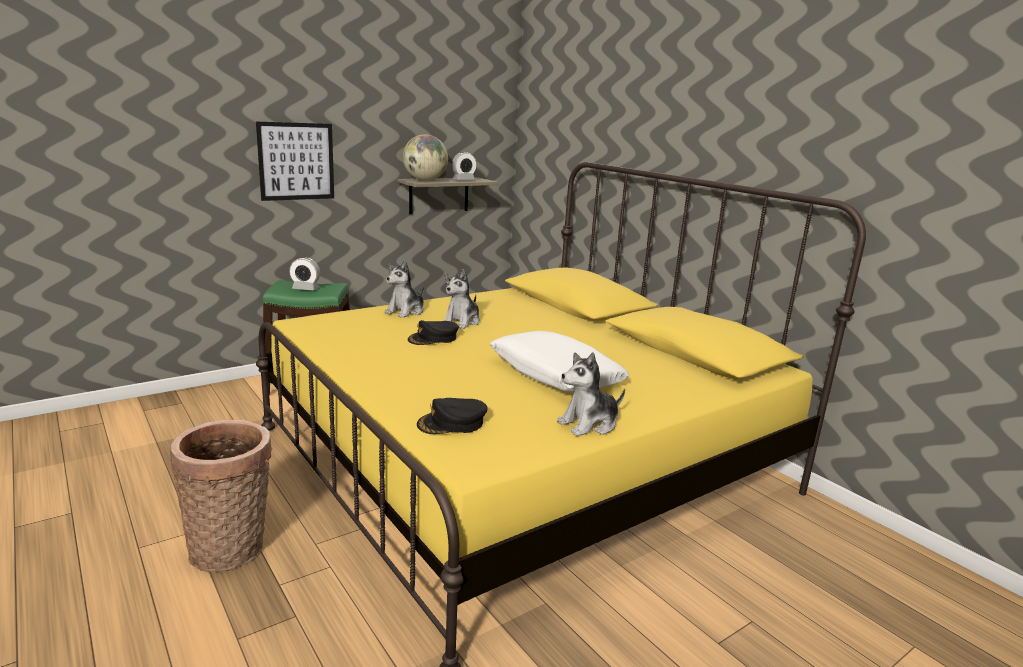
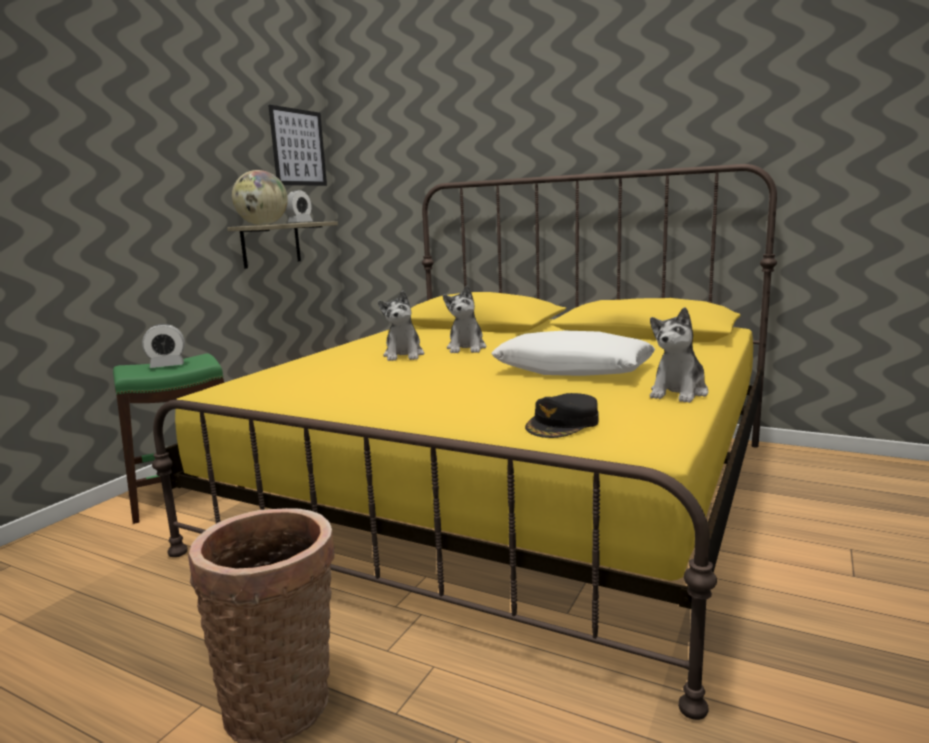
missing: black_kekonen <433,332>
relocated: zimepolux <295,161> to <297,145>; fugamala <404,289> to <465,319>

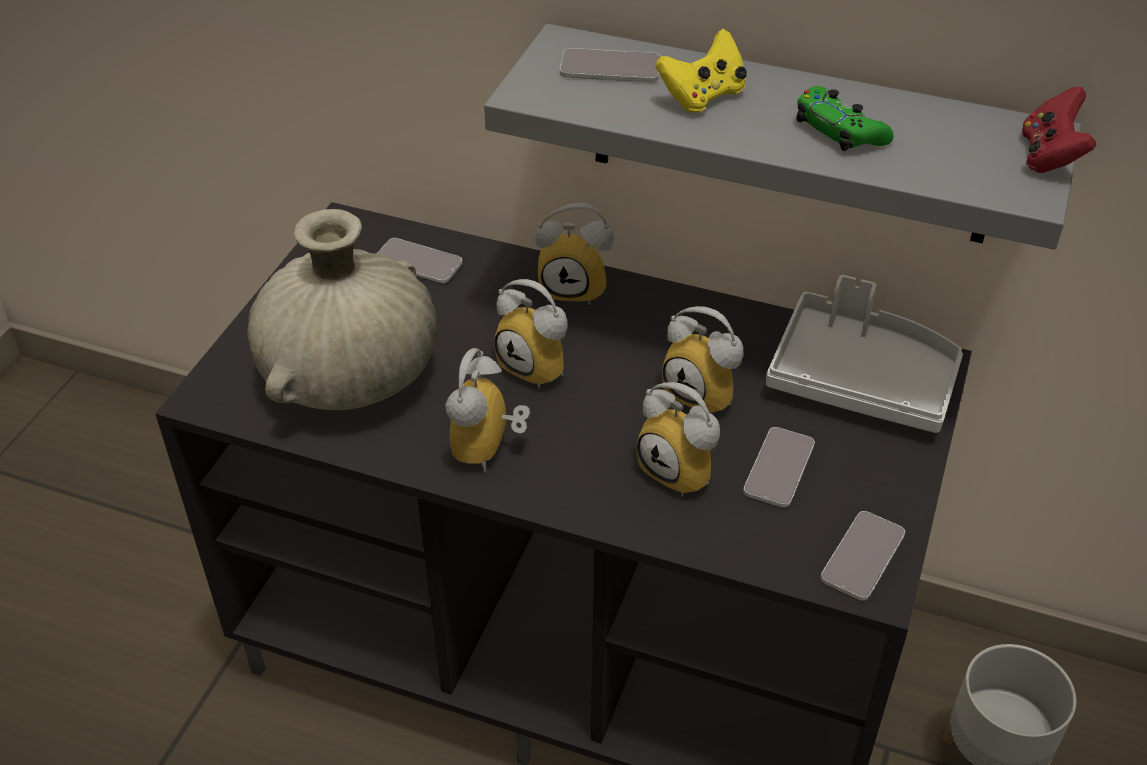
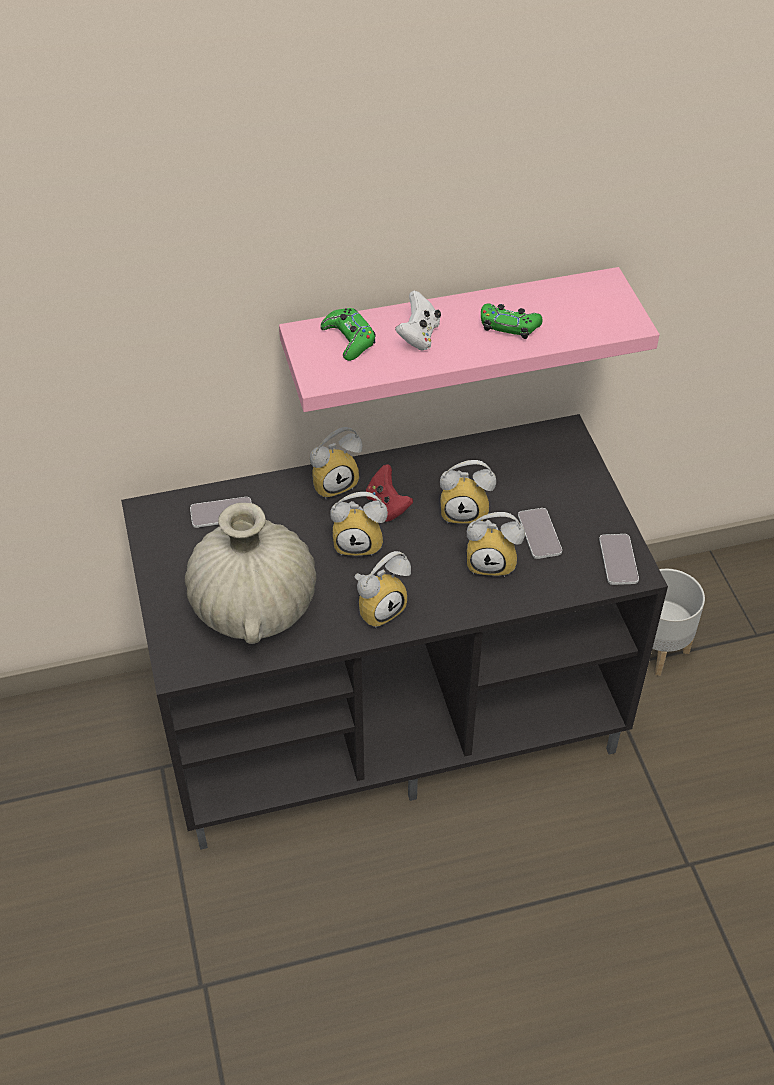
missing: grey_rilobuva <864,354>
relocated: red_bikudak <1059,130> to <389,493>
exchanged: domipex <610,65> to green_bikudak <348,334>
colour: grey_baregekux <782,137> to pink_baregekux <469,339>; yellow_bikudak <701,71> to white_bikudak <418,321>
spun: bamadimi <487,410> = <382,589> 105 degrees counterclockwise

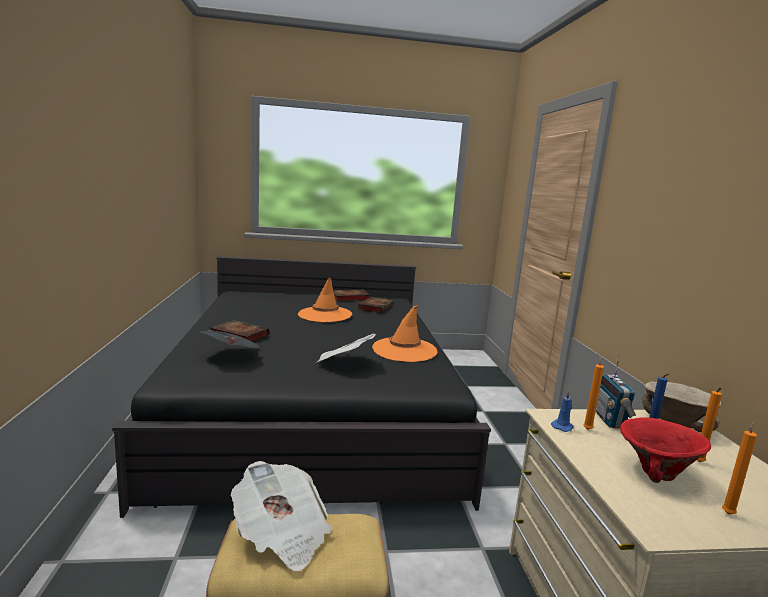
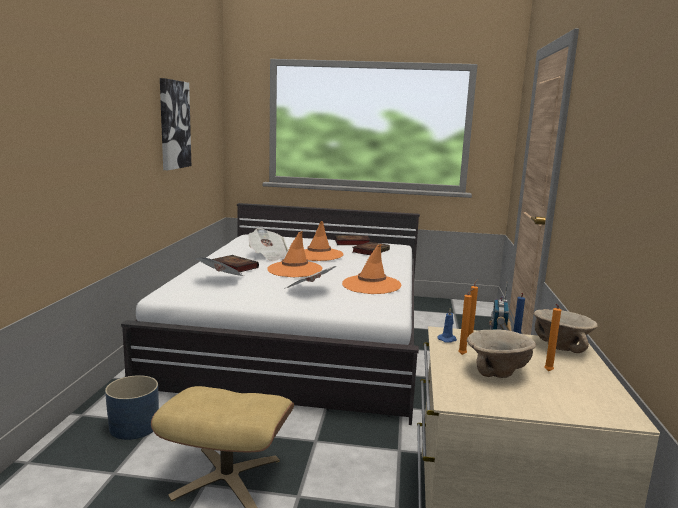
appeared: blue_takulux <132,407>; zimepolux <175,124>; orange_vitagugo <295,254>
relocated: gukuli <281,516> to <268,244>; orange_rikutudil <739,467> to <466,321>
colour: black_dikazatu <301,387> to white_dikazatu <270,314>; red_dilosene <665,450> to beige_dilosene <501,353>

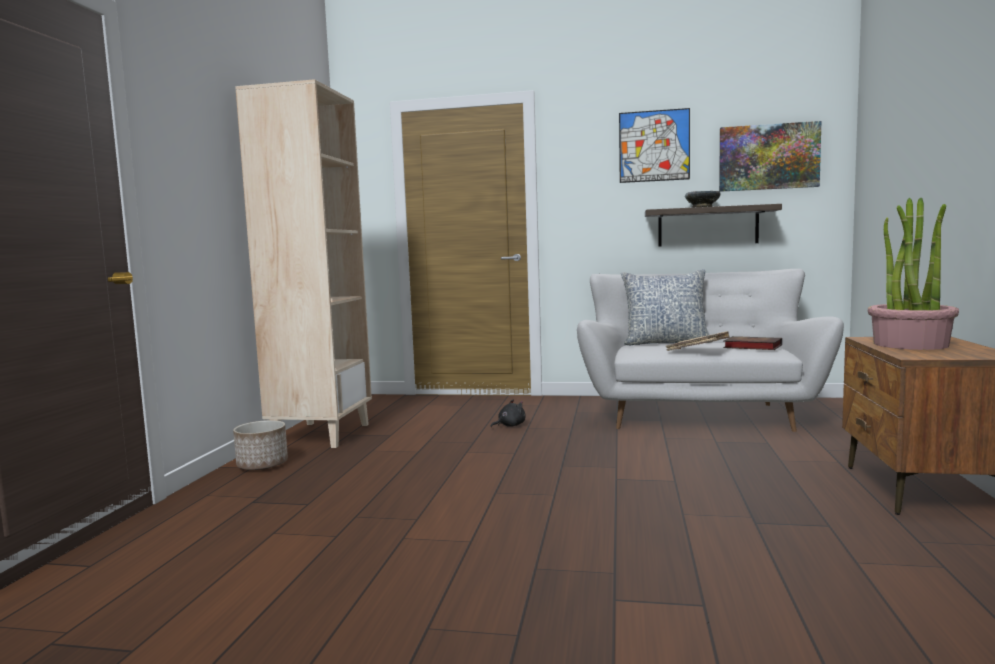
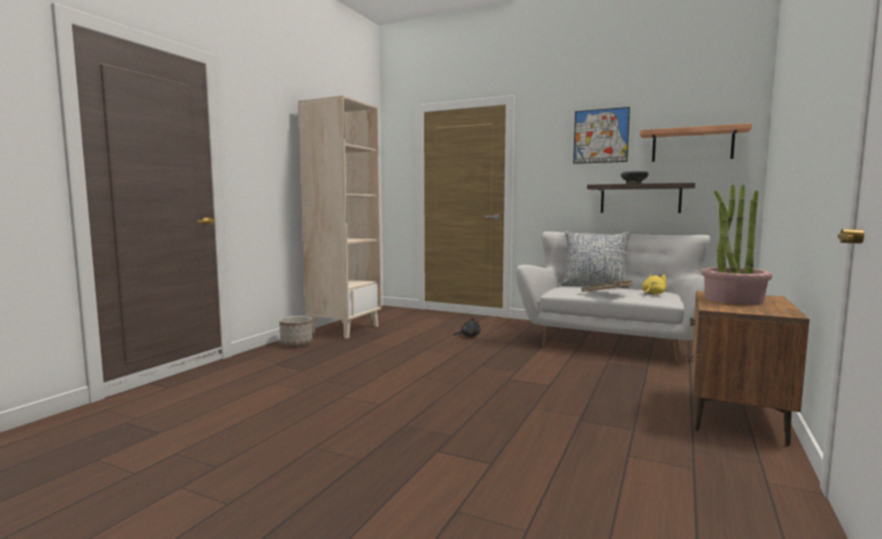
exchanged: zimepolux <770,156> to baregekux <696,142>; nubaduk <752,343> to yellow_fugamala <654,283>

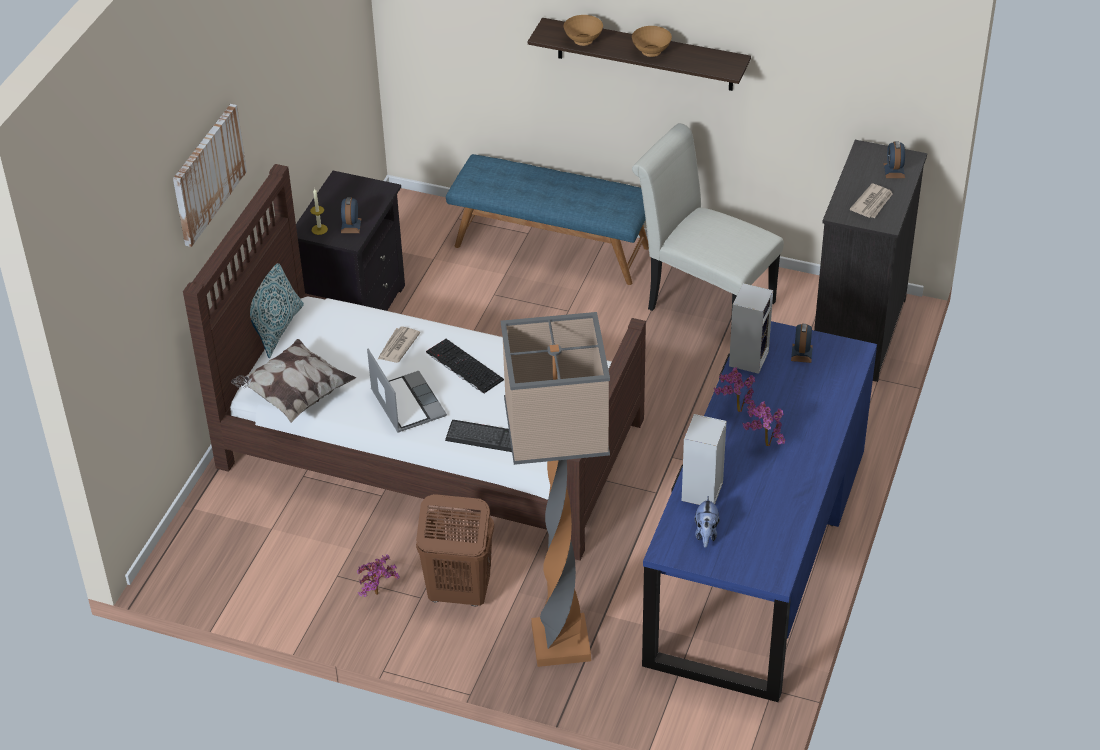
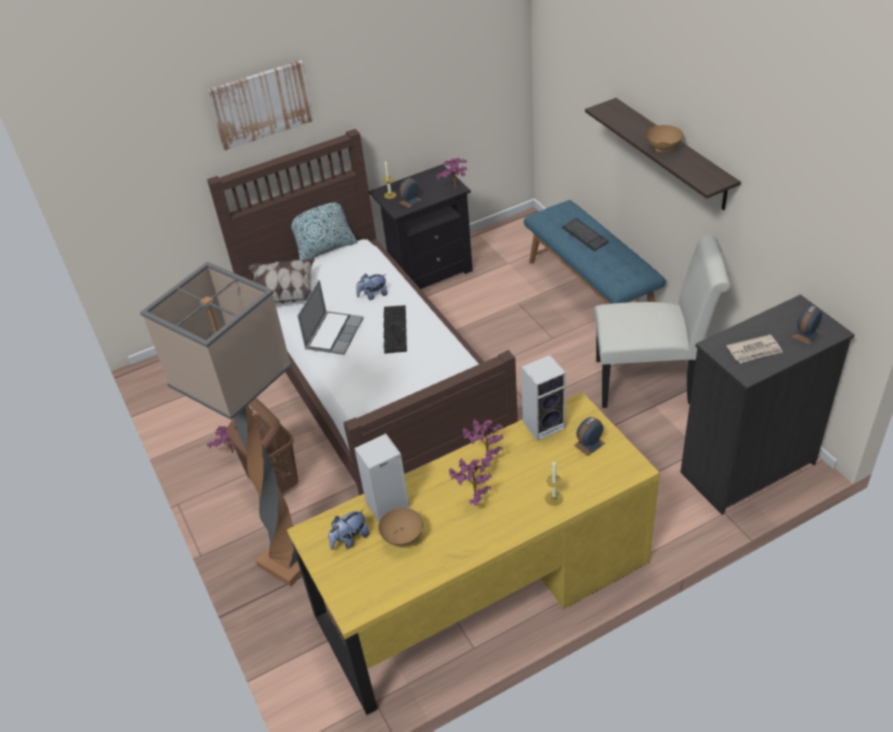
appeared: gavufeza <451,173>; rikutudil <554,483>
relocated: brown_dilosene <583,30> to <400,527>; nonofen <478,436> to <585,234>
exchanged: gukuli <399,344> to fugamala <372,287>
colour: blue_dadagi <759,511> to yellow_dadagi <473,553>
spun: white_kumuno <708,231> = <662,321> 105 degrees clockwise

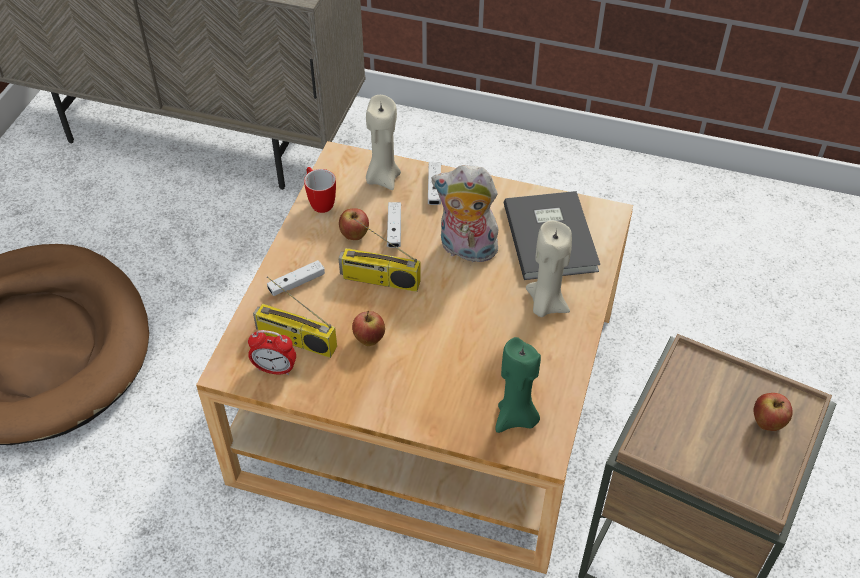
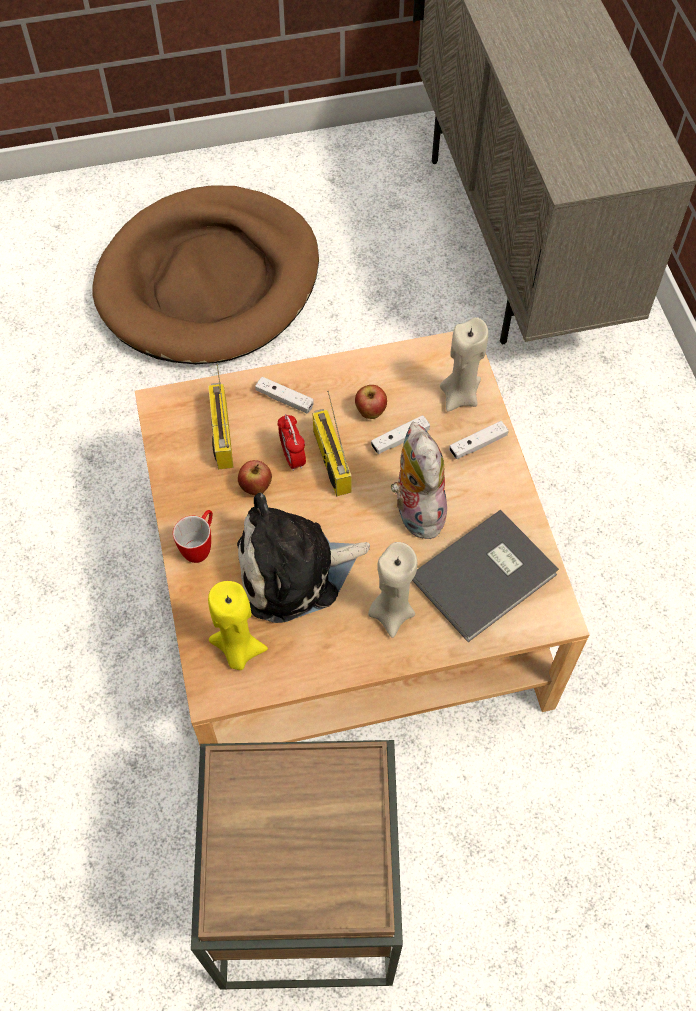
missing: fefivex <773,412>
appeared: fugamala <303,558>
relocated: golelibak <320,190> to <193,536>; bamadimi <272,352> to <292,442>
colour: green_rikutudil <518,385> to yellow_rikutudil <238,625>

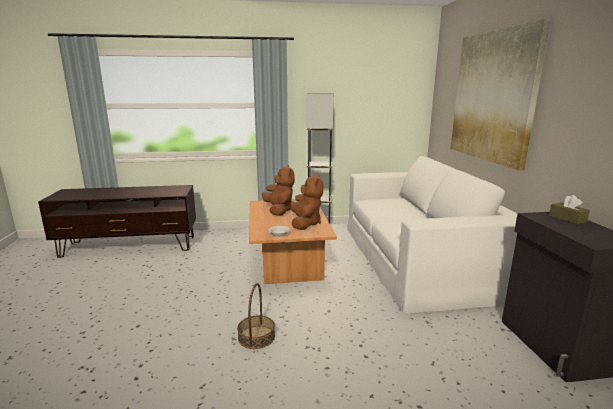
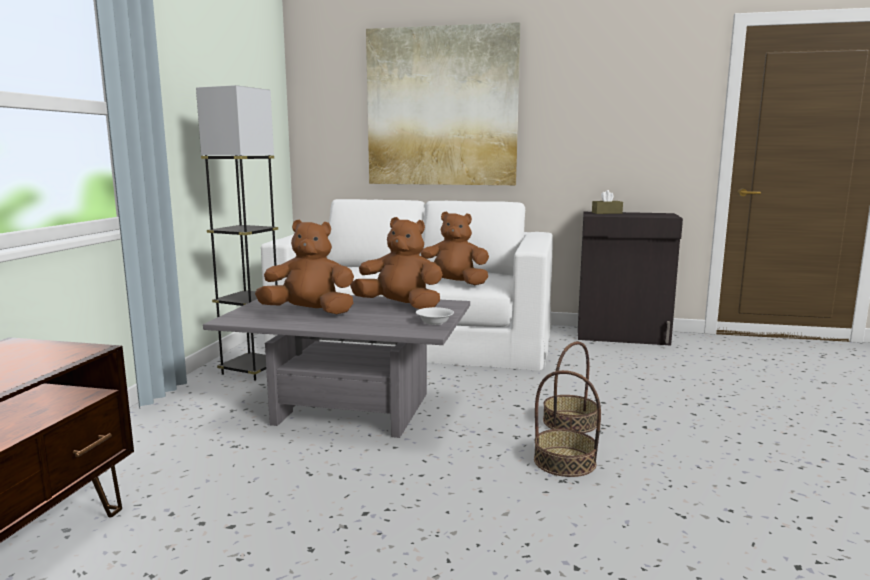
appeared: brown_fugamala <455,248>; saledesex <570,387>
colour: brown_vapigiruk <293,241> to grey_vapigiruk <336,366>

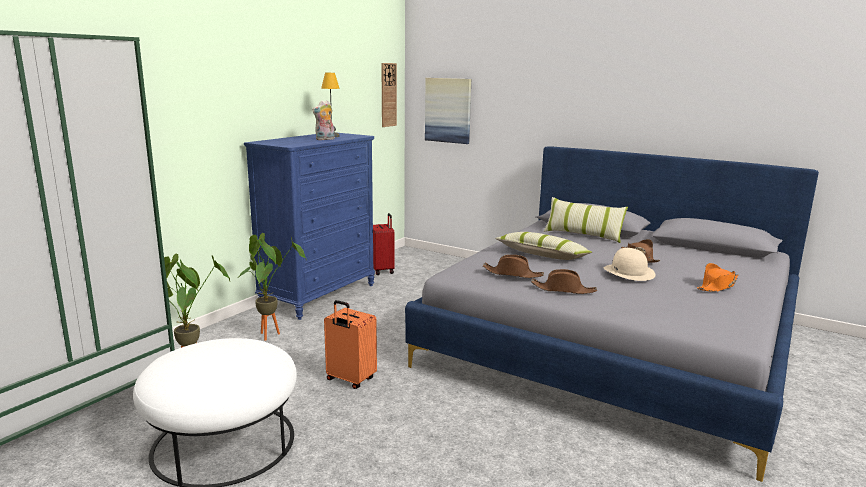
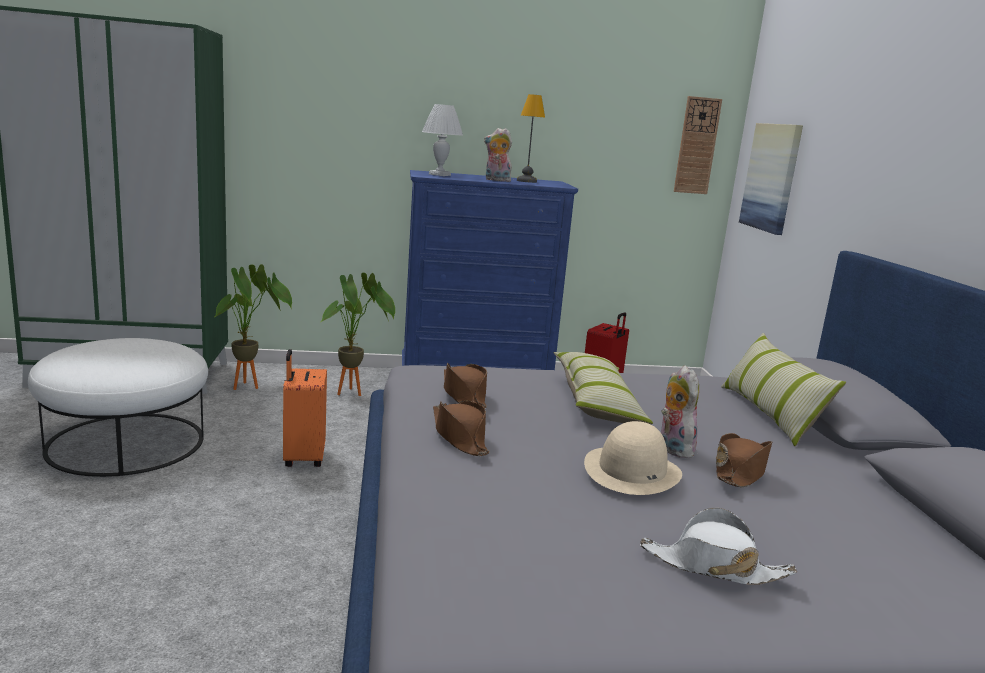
appeared: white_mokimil <442,140>; fugamala <680,412>
colour: orange_vitagugo <718,277> to white_vitagugo <718,546>

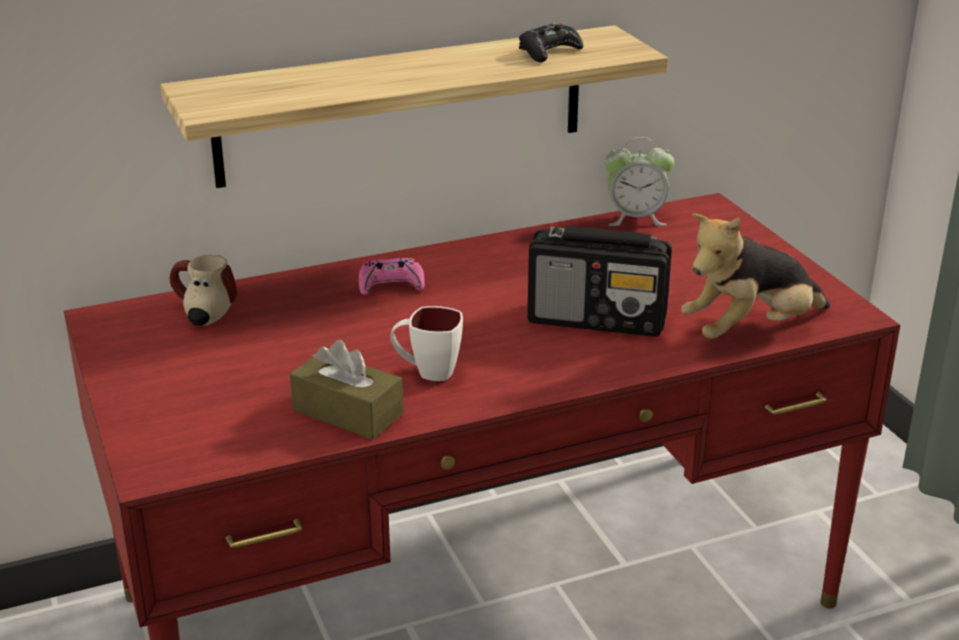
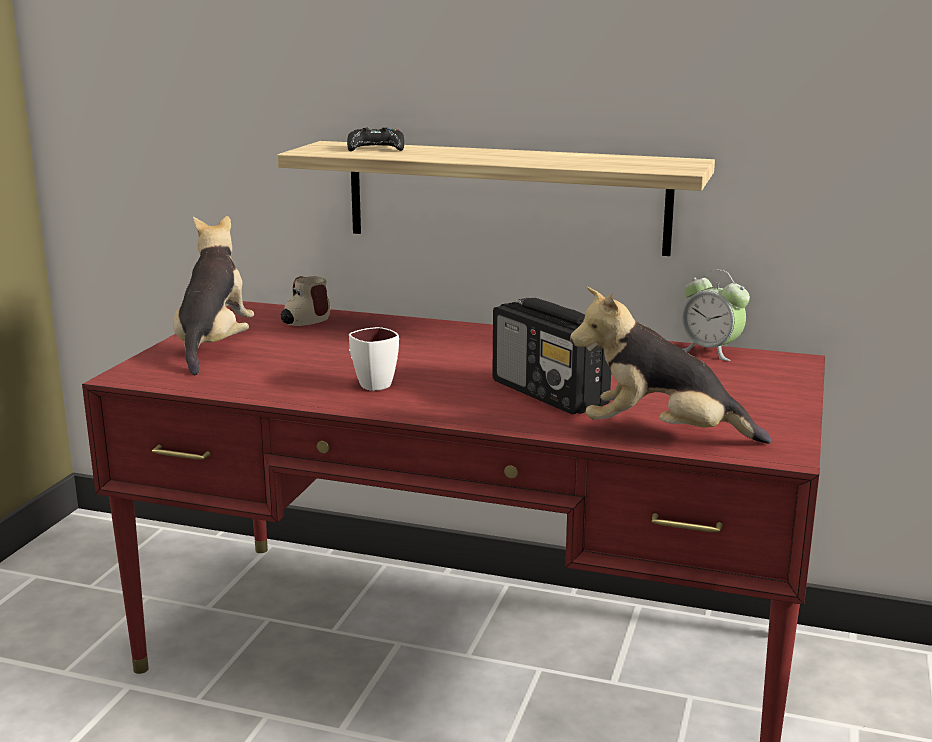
missing: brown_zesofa <346,390>; pink_bikudak <392,276>
appeared: fugamala <213,295>
relocated: black_bikudak <551,42> to <375,139>

